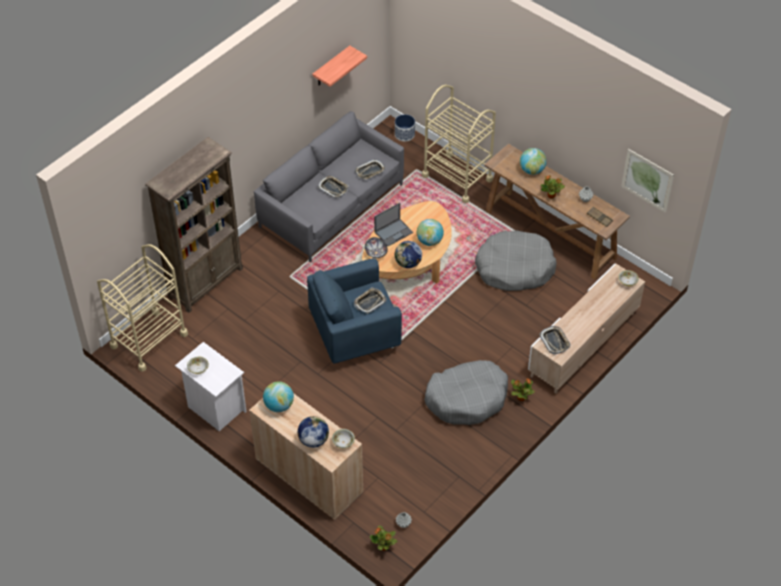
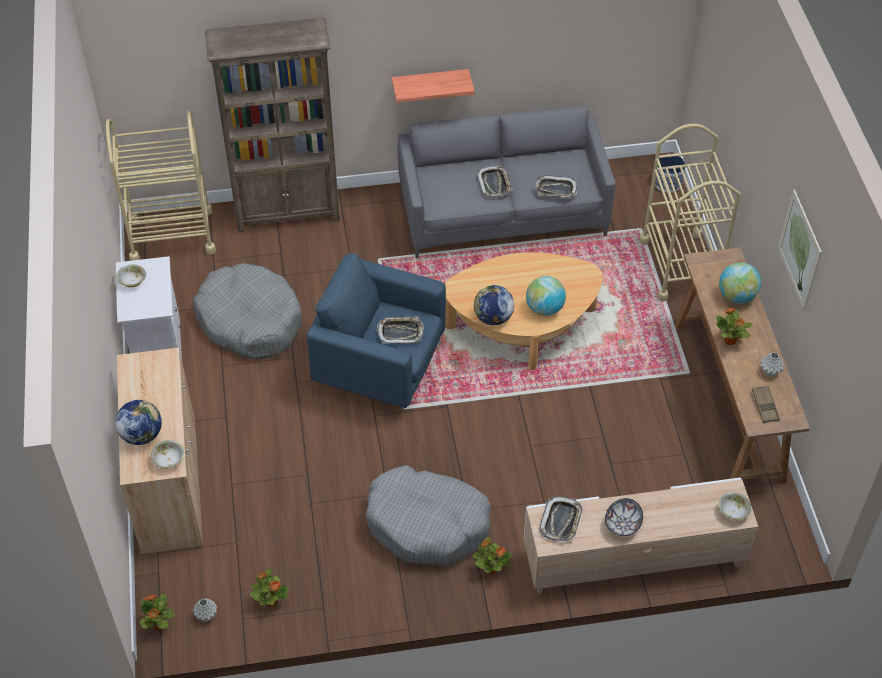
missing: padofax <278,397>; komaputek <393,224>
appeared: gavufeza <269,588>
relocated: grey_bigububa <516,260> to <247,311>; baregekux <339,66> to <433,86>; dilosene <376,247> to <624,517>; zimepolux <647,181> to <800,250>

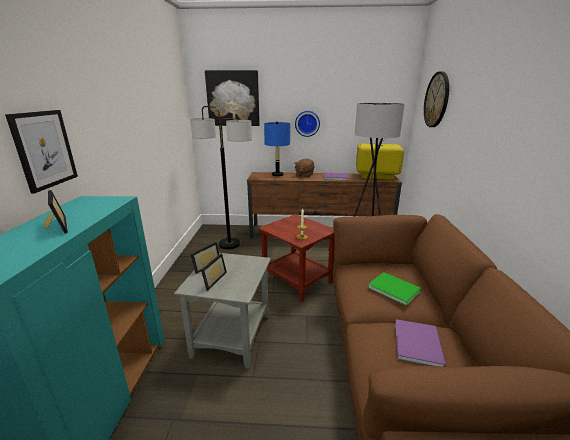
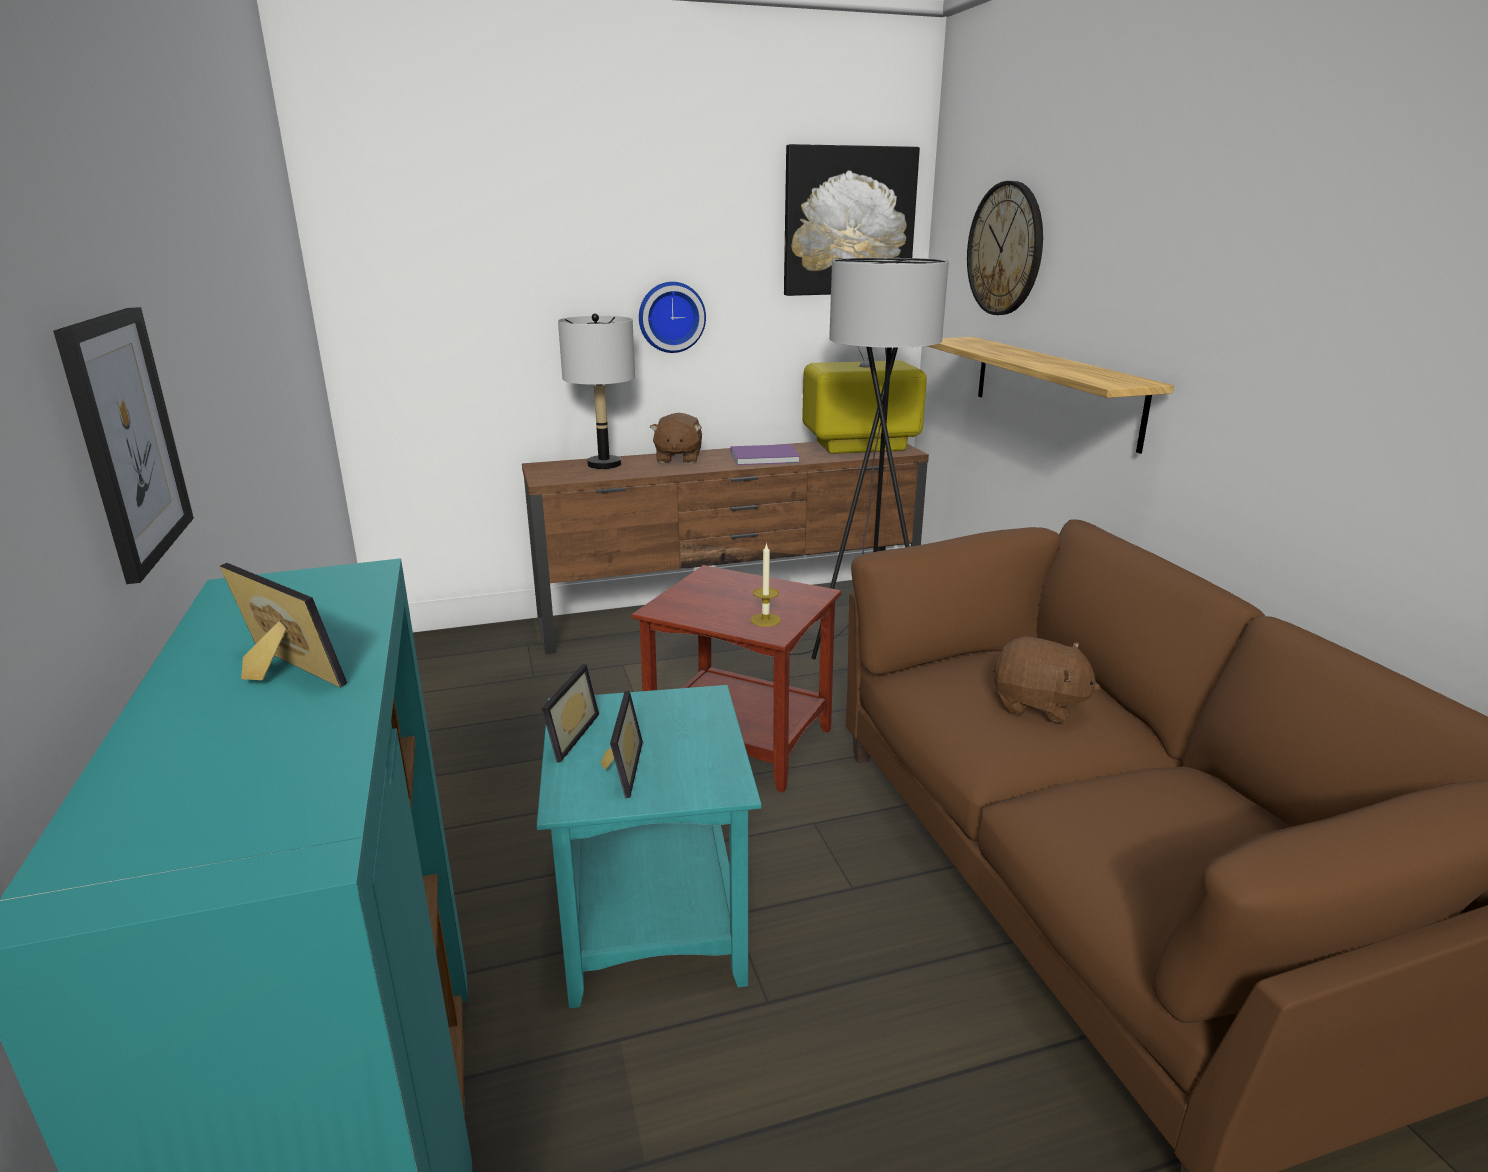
missing: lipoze <221,177>; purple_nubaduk <420,343>
appeared: baregekux <1050,395>
relocated: zimepolux <232,98> to <852,220>
exchanged: green_nubaduk <395,289> to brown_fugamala <1047,679>
colour: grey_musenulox <222,311> to turquoise_musenulox <649,846>; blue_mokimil <277,148> to grey_mokimil <596,391>

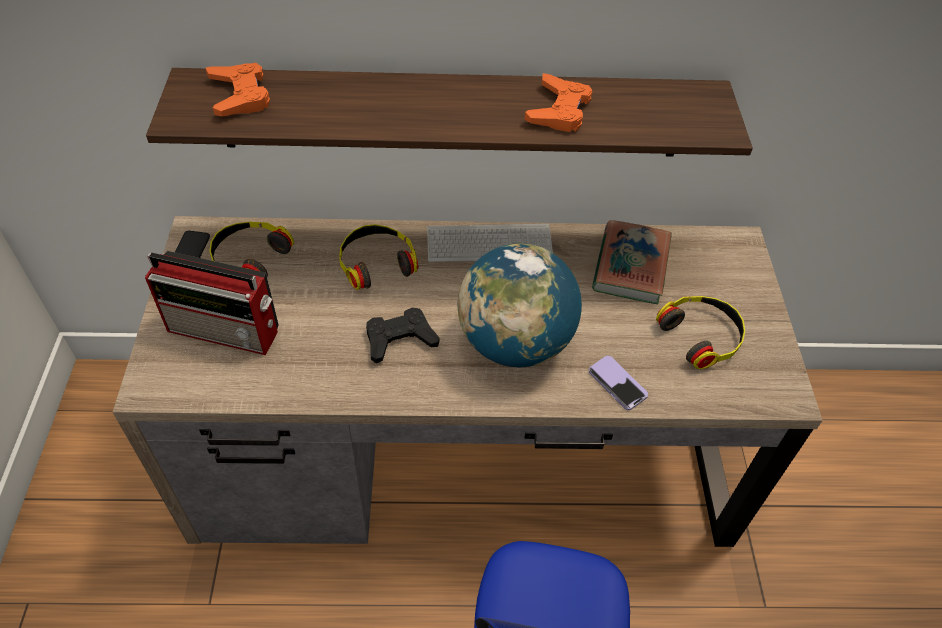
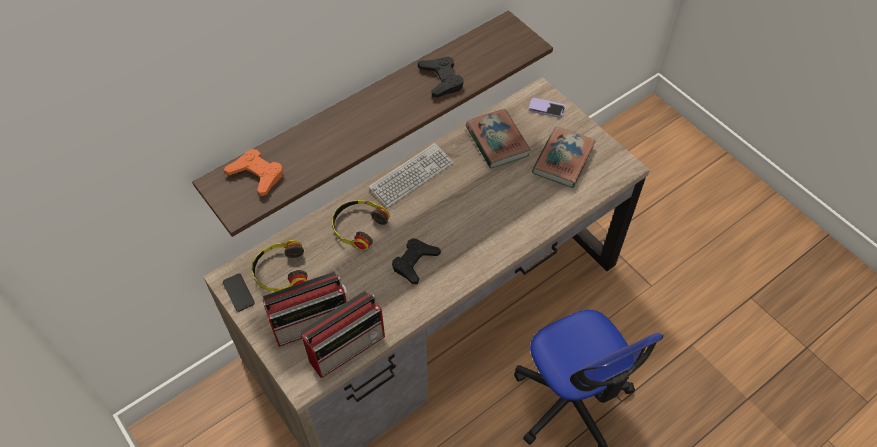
missing: padofax <520,305>
appeared: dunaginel <342,335>
relocated: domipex <618,383> to <547,108>
exchanged: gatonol <700,332> to nubaduk <564,157>
colour: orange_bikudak <558,102> to black_bikudak <441,77>

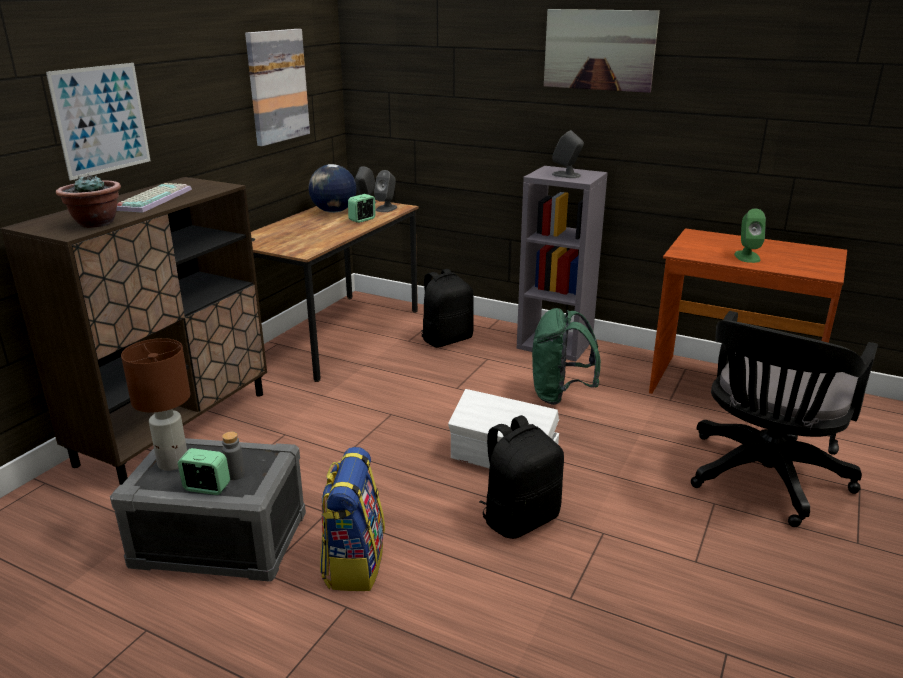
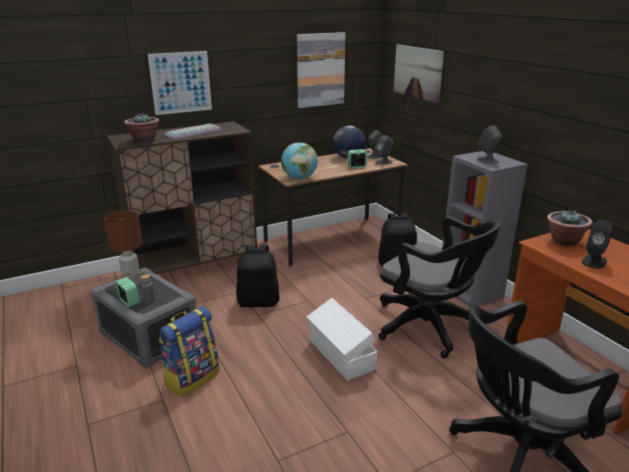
appeared: padofax <299,160>; gavufeza <569,228>
relocated: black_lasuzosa <521,477> to <258,276>; zimepolux <602,51> to <418,74>
exchanged: green_lasuzosa <566,356> to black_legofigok <440,287>
colour: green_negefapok <750,236> to black_negefapok <597,244>

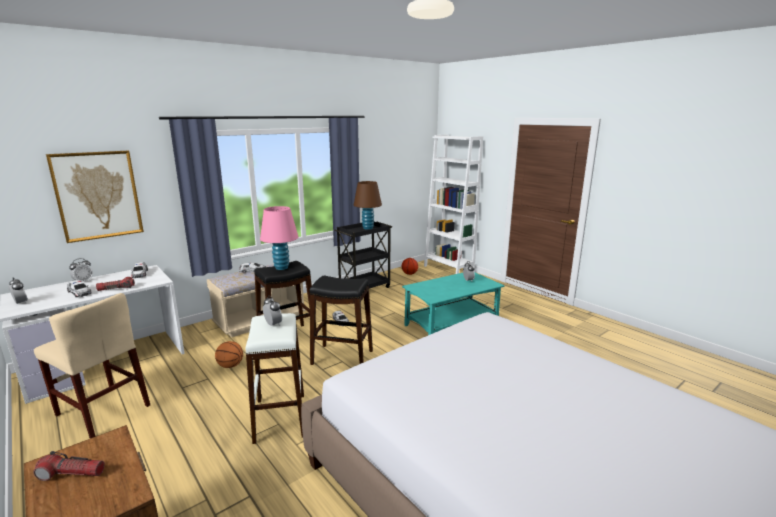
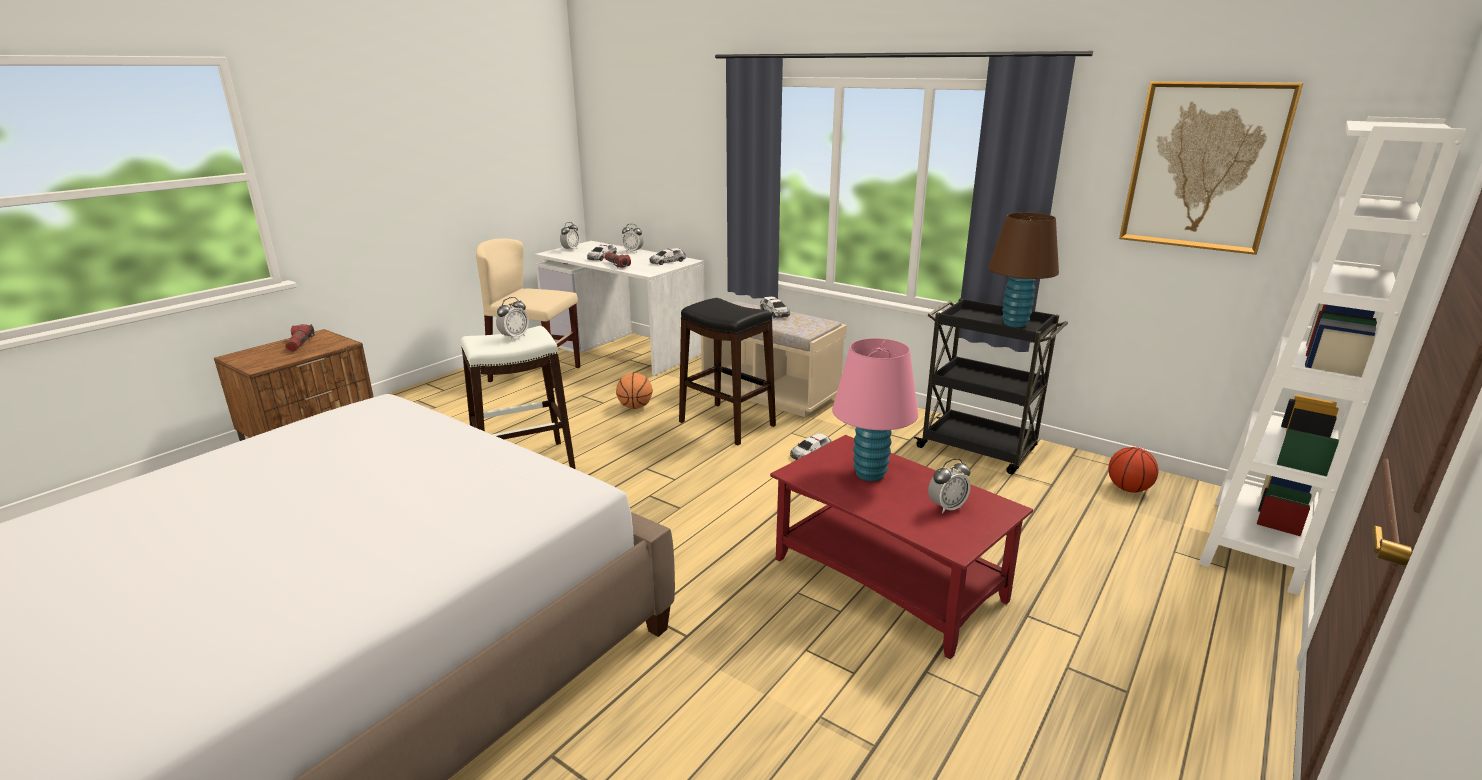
missing: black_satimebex <341,320>
relocated: pink_mokimil <279,238> to <875,409>; zimepolux <95,197> to <1211,168>
colour: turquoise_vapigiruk <453,303> to red_vapigiruk <901,547>
spun: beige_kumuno <92,365> = <528,313> 90 degrees clockwise

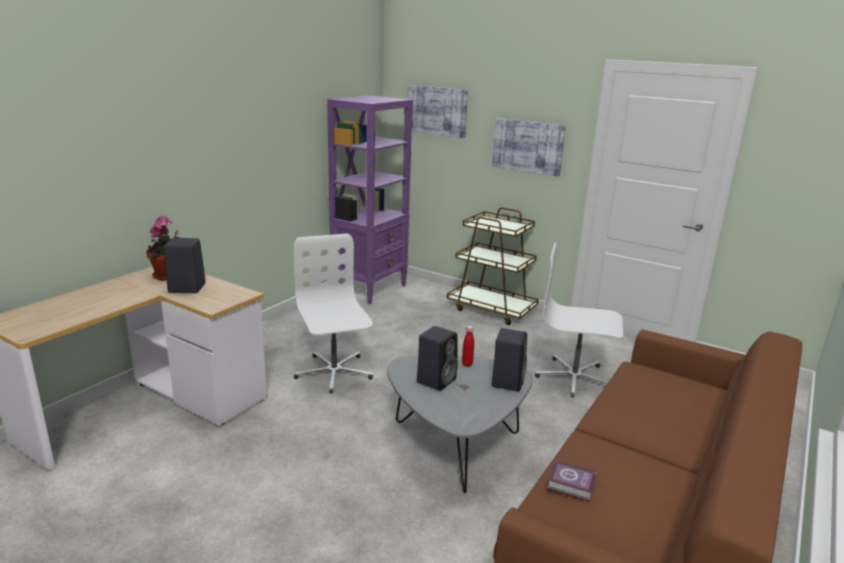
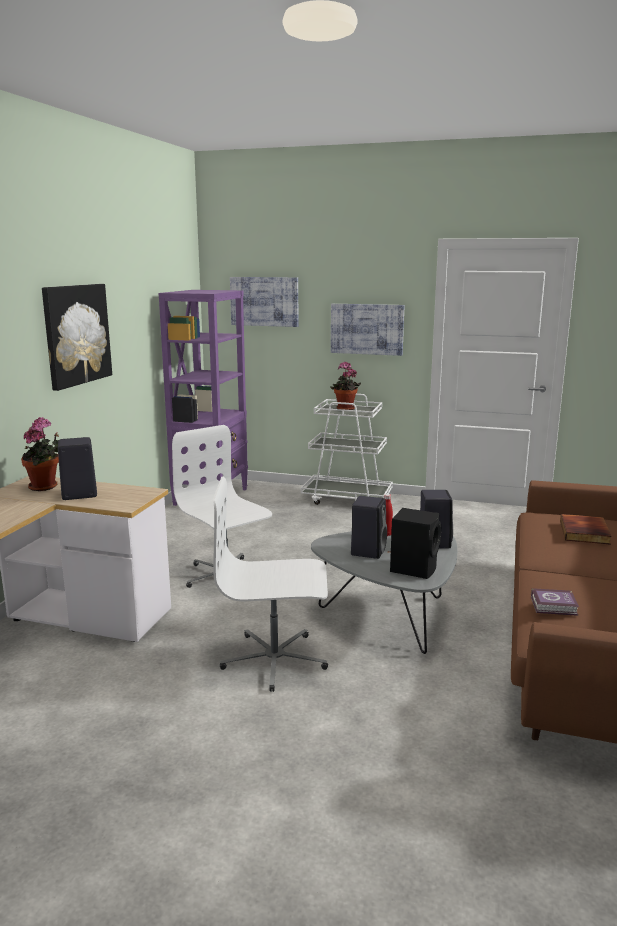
appeared: zimepolux <77,337>; gavufeza <345,386>; black_negefapok <415,543>; nubaduk <586,529>
relocated: white_legofigok <579,320> to <270,584>
colour: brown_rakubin <493,266> to white_rakubin <347,449>

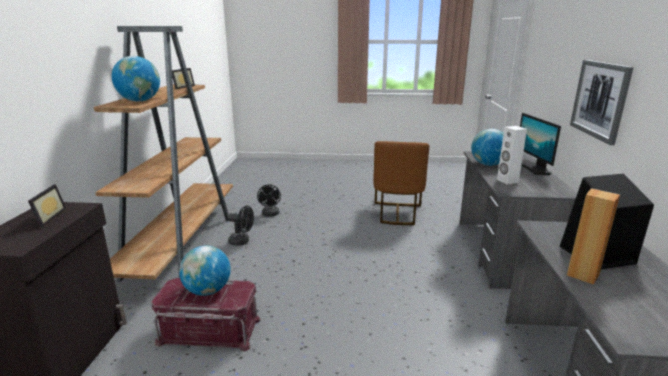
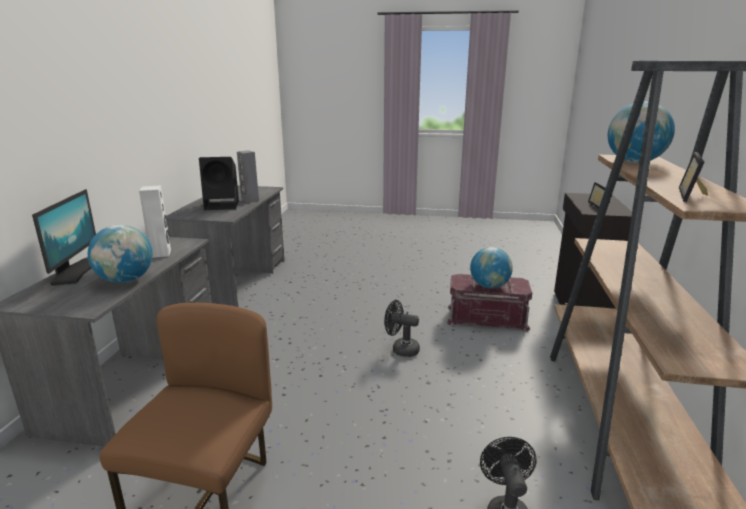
missing: zimepolux <602,102>
relocated: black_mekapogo <241,226> to <402,328>
colour: brown_negefapok <593,236> to grey_negefapok <248,176>

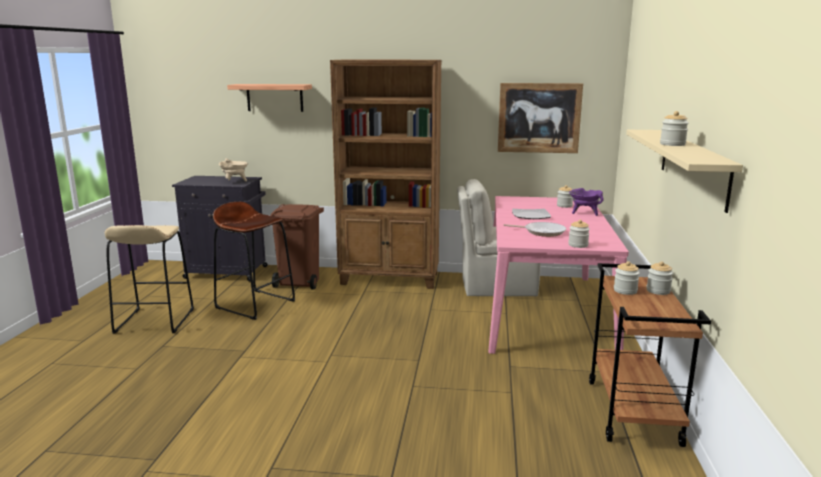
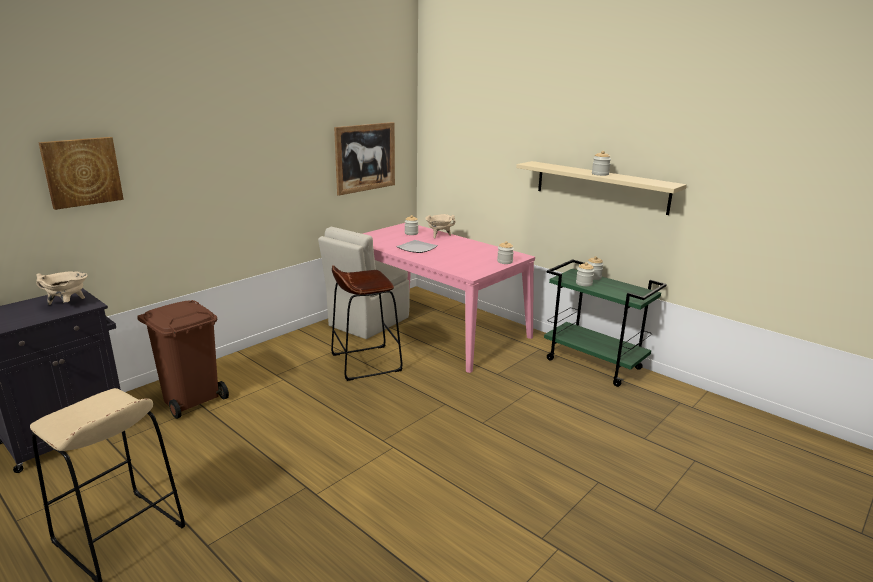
missing: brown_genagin <386,174>; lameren <534,229>
relocated: brown_satimebex <254,261> to <367,323>
exchanged: baregekux <269,98> to zimepolux <81,173>
colour: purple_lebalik <586,202> to beige_lebalik <440,226>; brown_rakubin <650,355> to green_rakubin <605,323>

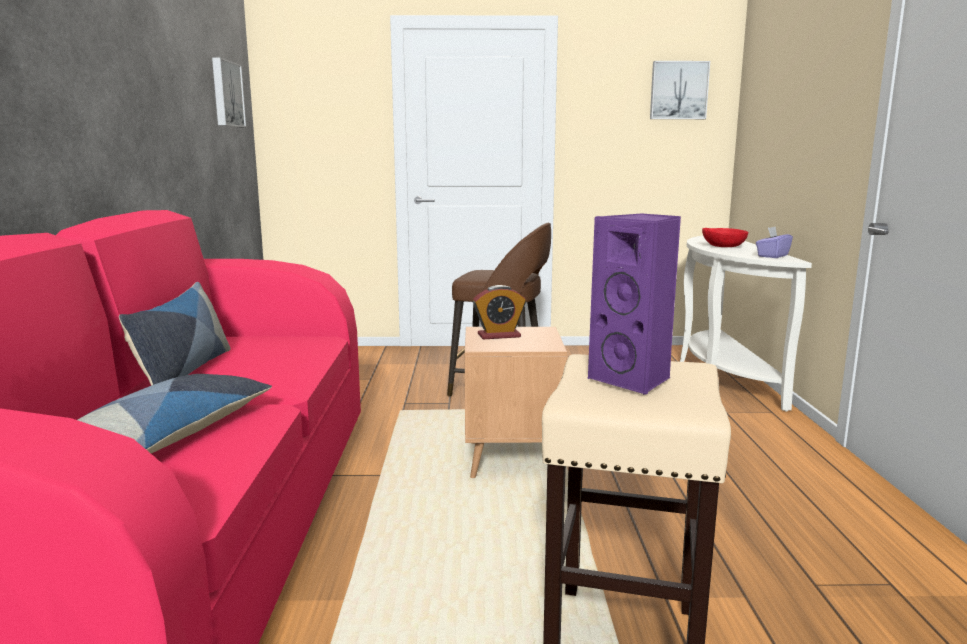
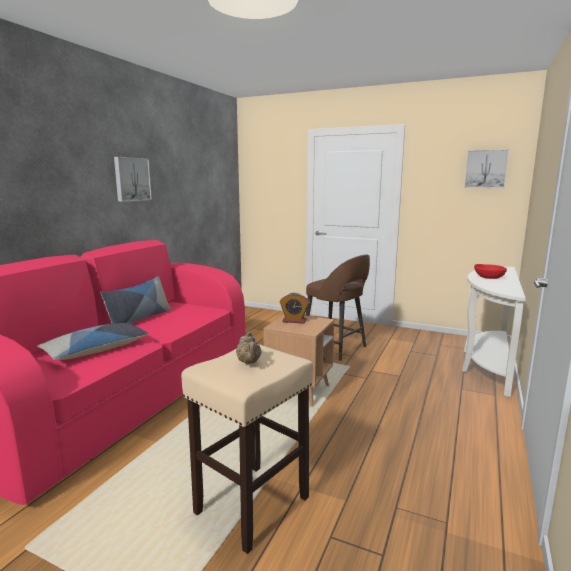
missing: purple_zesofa <774,242>
relocated: zimepolux <229,92> to <133,179>
exchanged: purple_negefapok <634,304> to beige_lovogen <249,348>

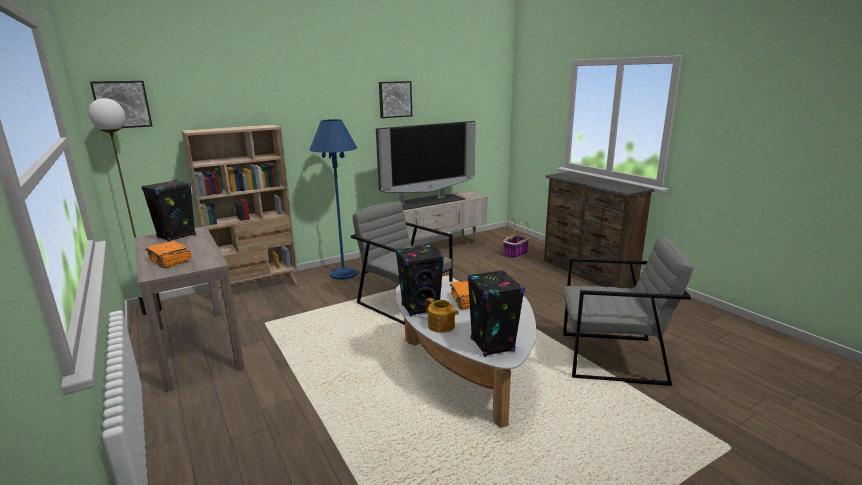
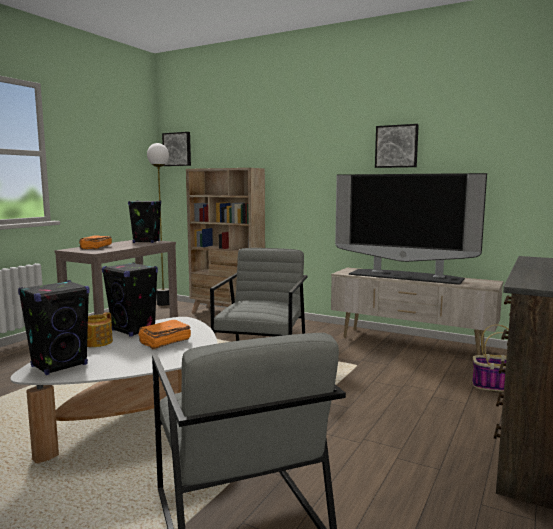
missing: blue_lipoze <333,199>

